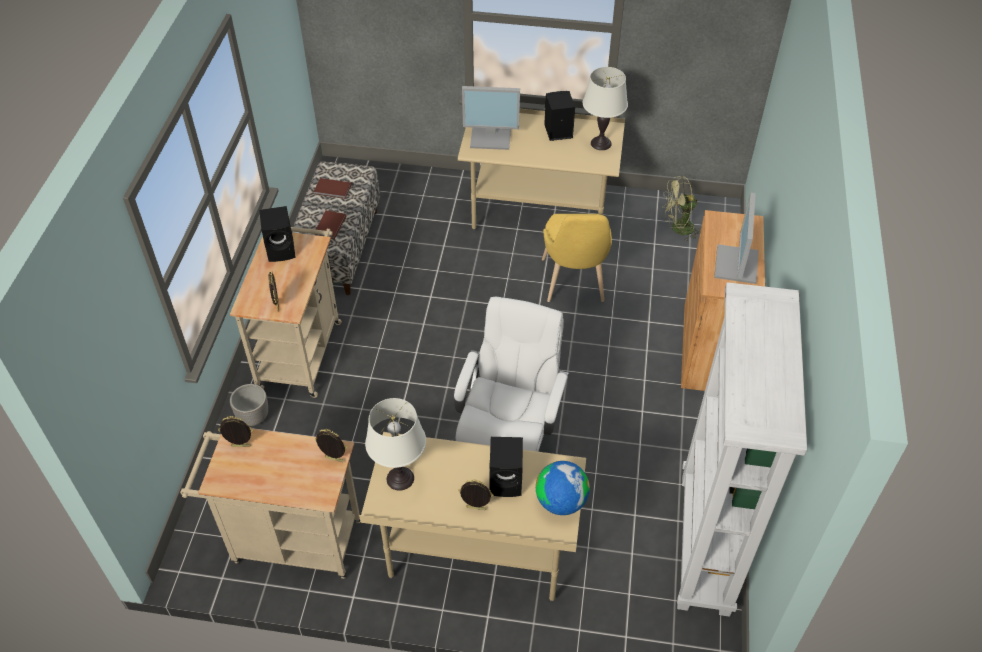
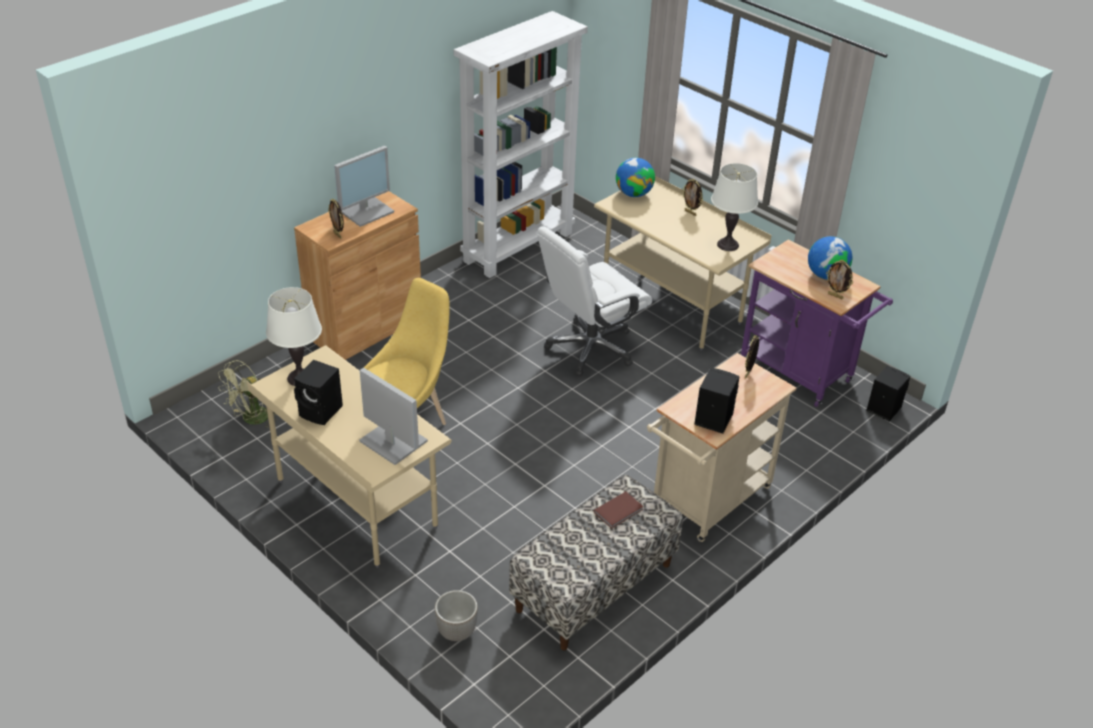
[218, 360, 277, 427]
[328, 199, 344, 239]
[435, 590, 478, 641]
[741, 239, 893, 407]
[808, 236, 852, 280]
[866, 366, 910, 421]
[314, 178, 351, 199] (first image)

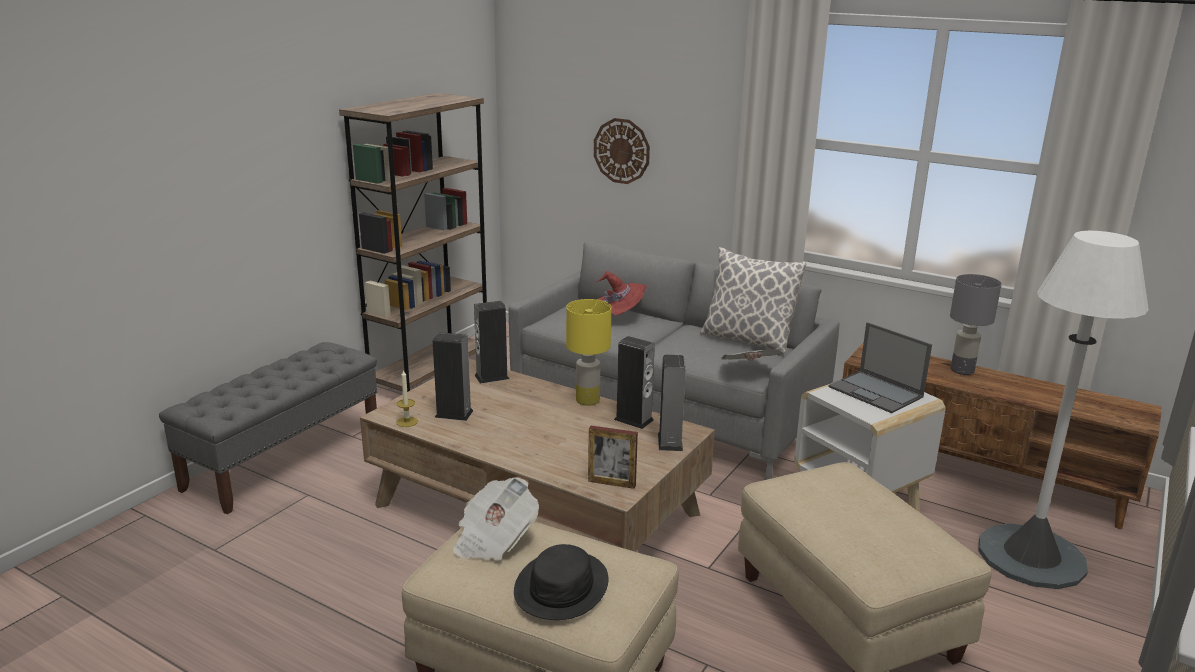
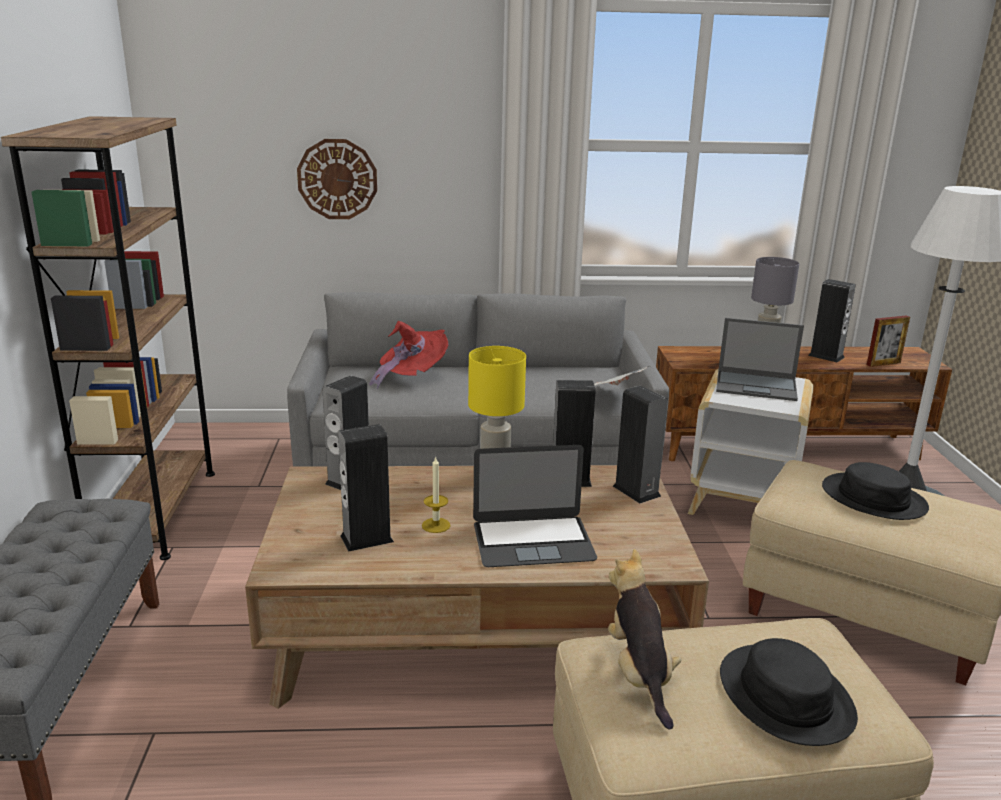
[422, 456, 450, 533]
[473, 445, 597, 567]
[608, 549, 681, 730]
[808, 279, 856, 363]
[822, 462, 929, 520]
[867, 315, 910, 367]
[700, 247, 806, 354] (first image)

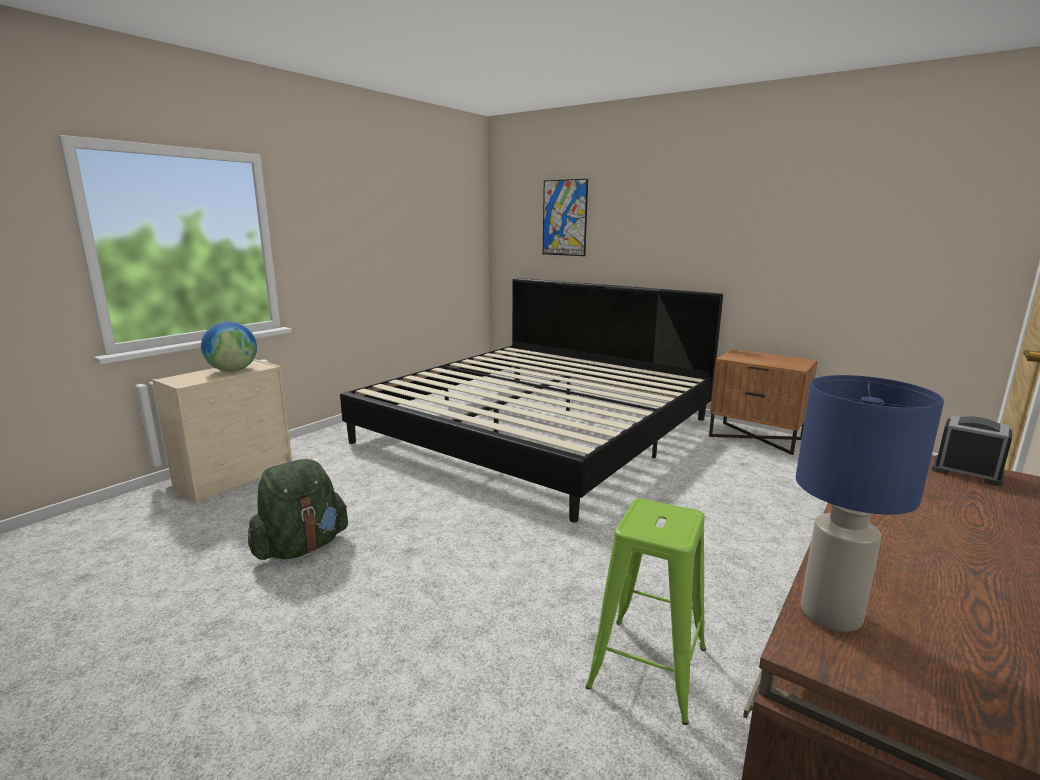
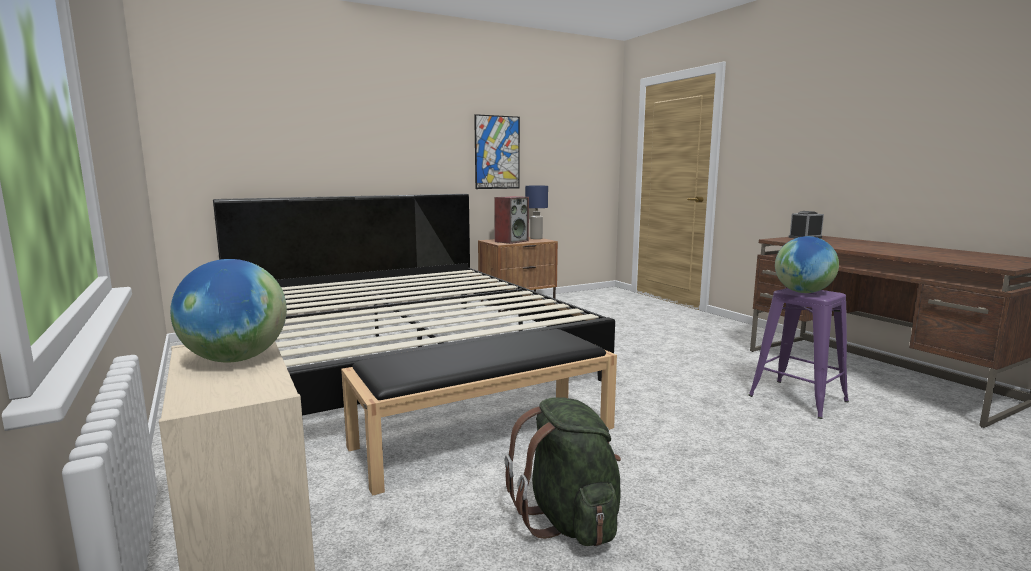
[341, 329, 617, 496]
[474, 114, 520, 189]
[494, 196, 529, 244]
[525, 186, 548, 239]
[748, 288, 849, 419]
[775, 236, 839, 293]

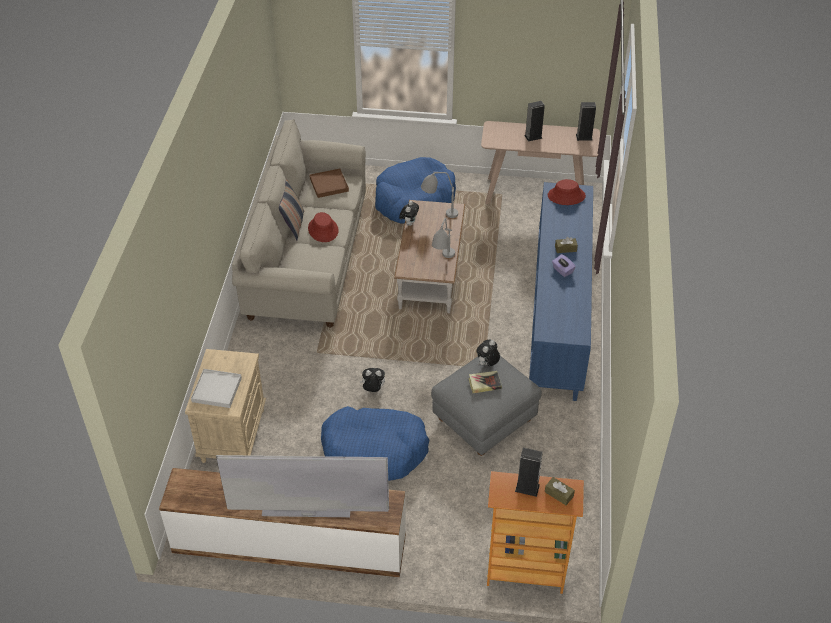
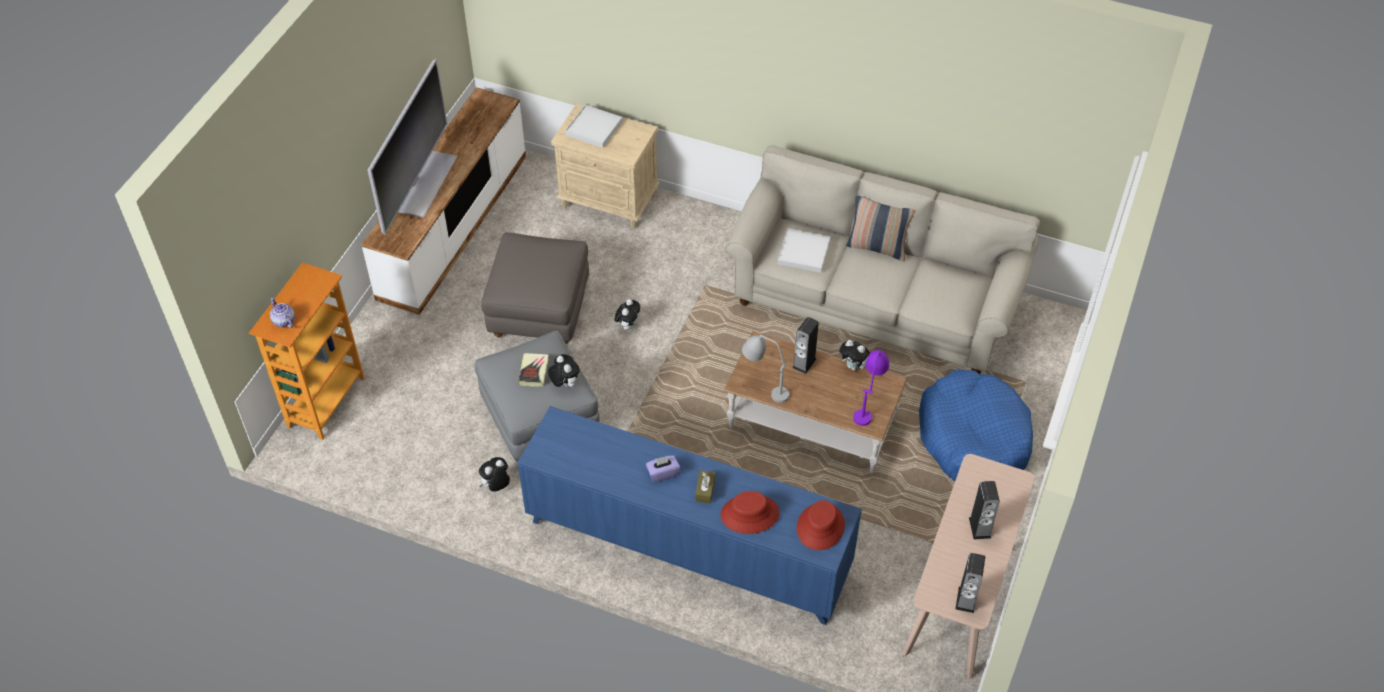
[270, 298, 295, 328]
[479, 457, 510, 492]
[481, 232, 589, 345]
[721, 491, 780, 534]
[778, 228, 830, 273]
[792, 317, 819, 374]
[853, 350, 889, 426]
[309, 169, 349, 198] (first image)

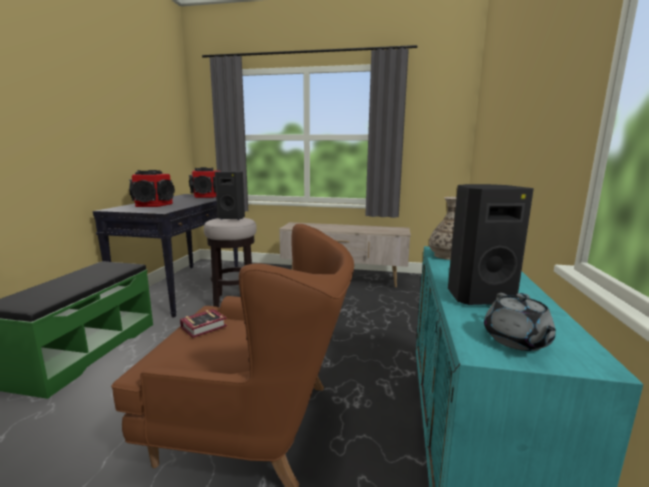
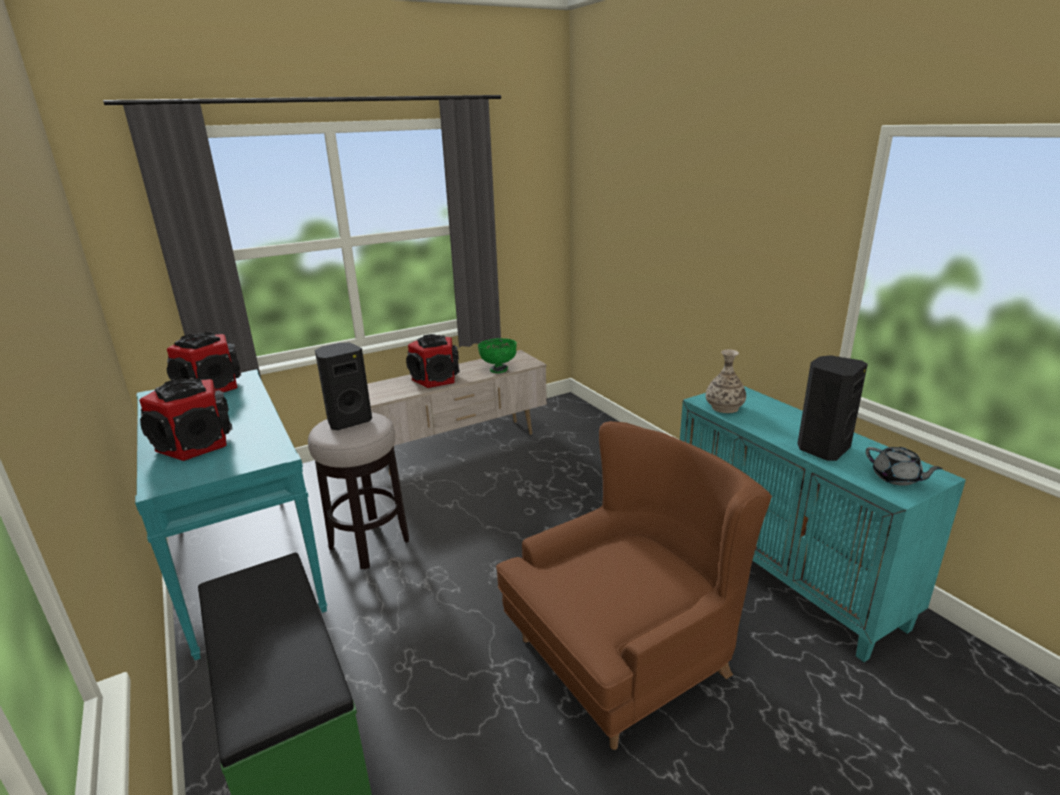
[135, 369, 327, 660]
[406, 334, 459, 388]
[478, 338, 517, 373]
[180, 309, 227, 338] (first image)

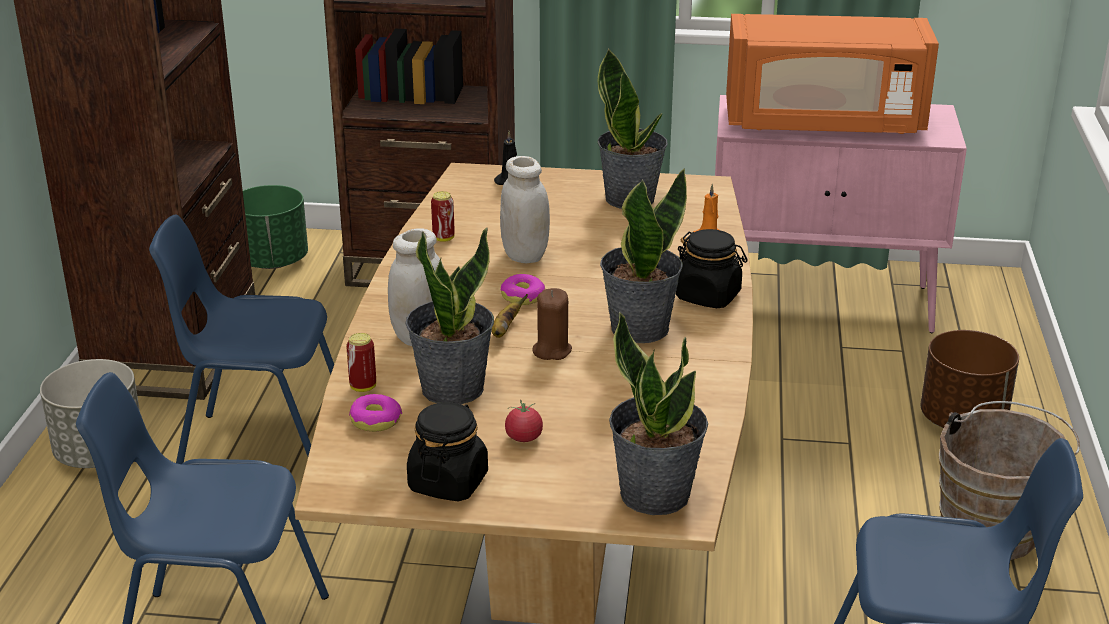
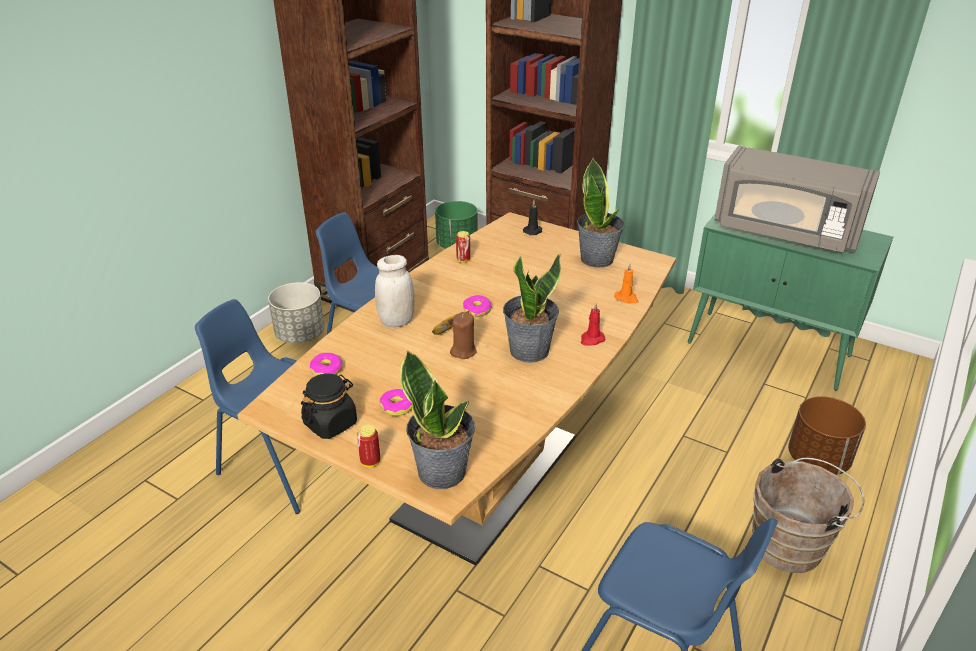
[357, 425, 380, 467]
[380, 389, 412, 416]
[581, 303, 605, 346]
[688, 215, 893, 391]
[714, 146, 880, 252]
[405, 228, 494, 404] (first image)
[500, 156, 550, 263] (first image)

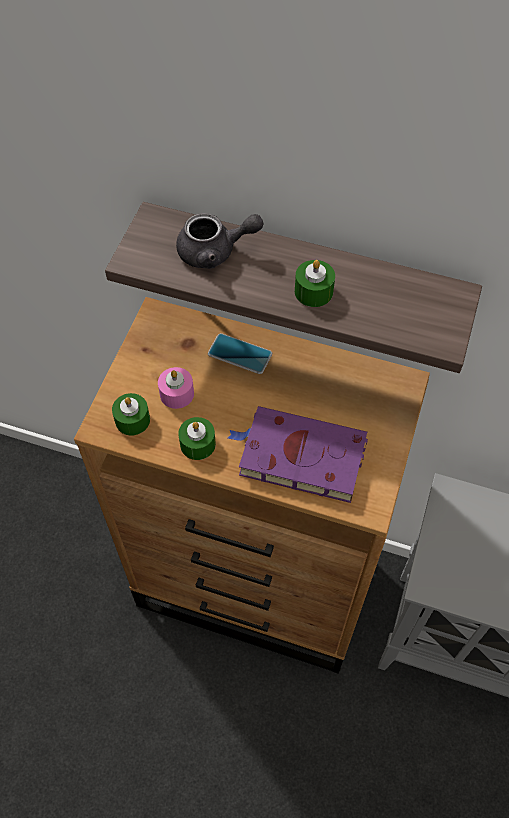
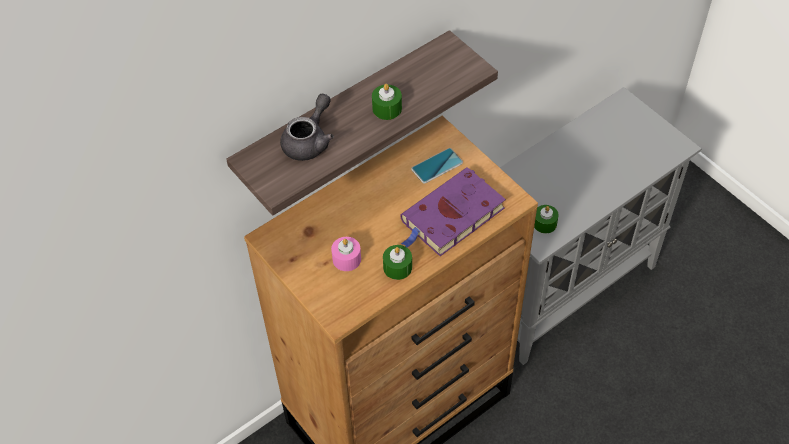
[411, 148, 463, 184]
[534, 205, 559, 234]

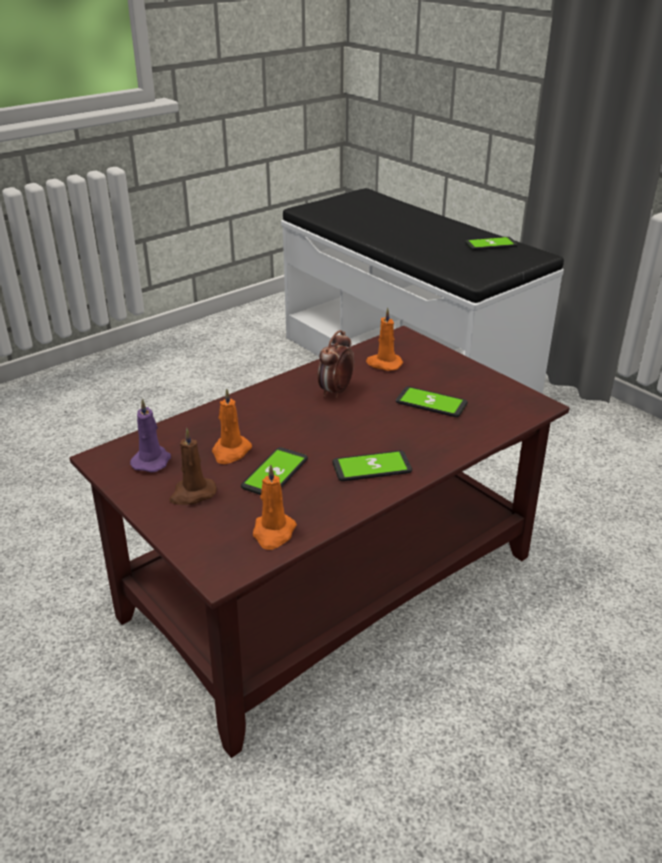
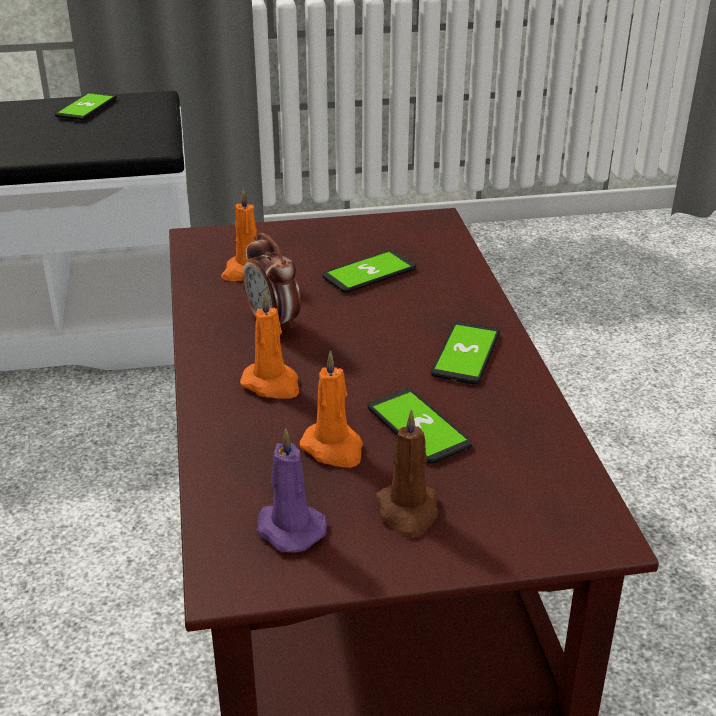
[240, 292, 299, 399]

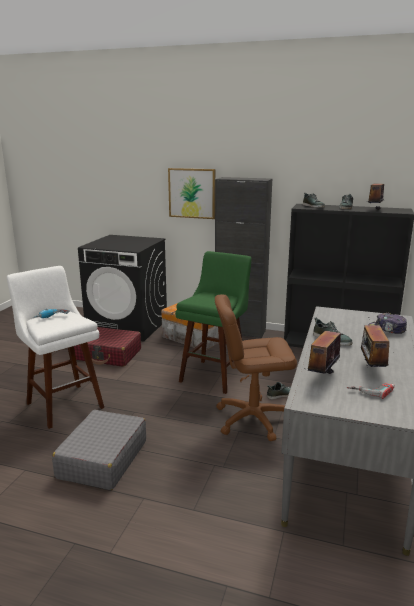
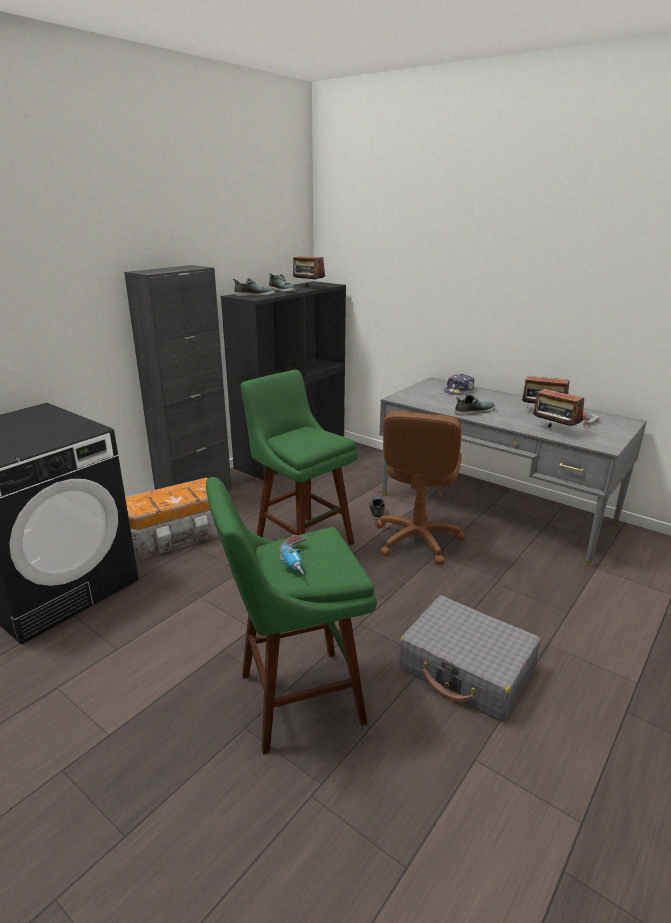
[206, 477, 377, 754]
[74, 327, 141, 367] (first image)
[168, 168, 215, 219] (first image)

